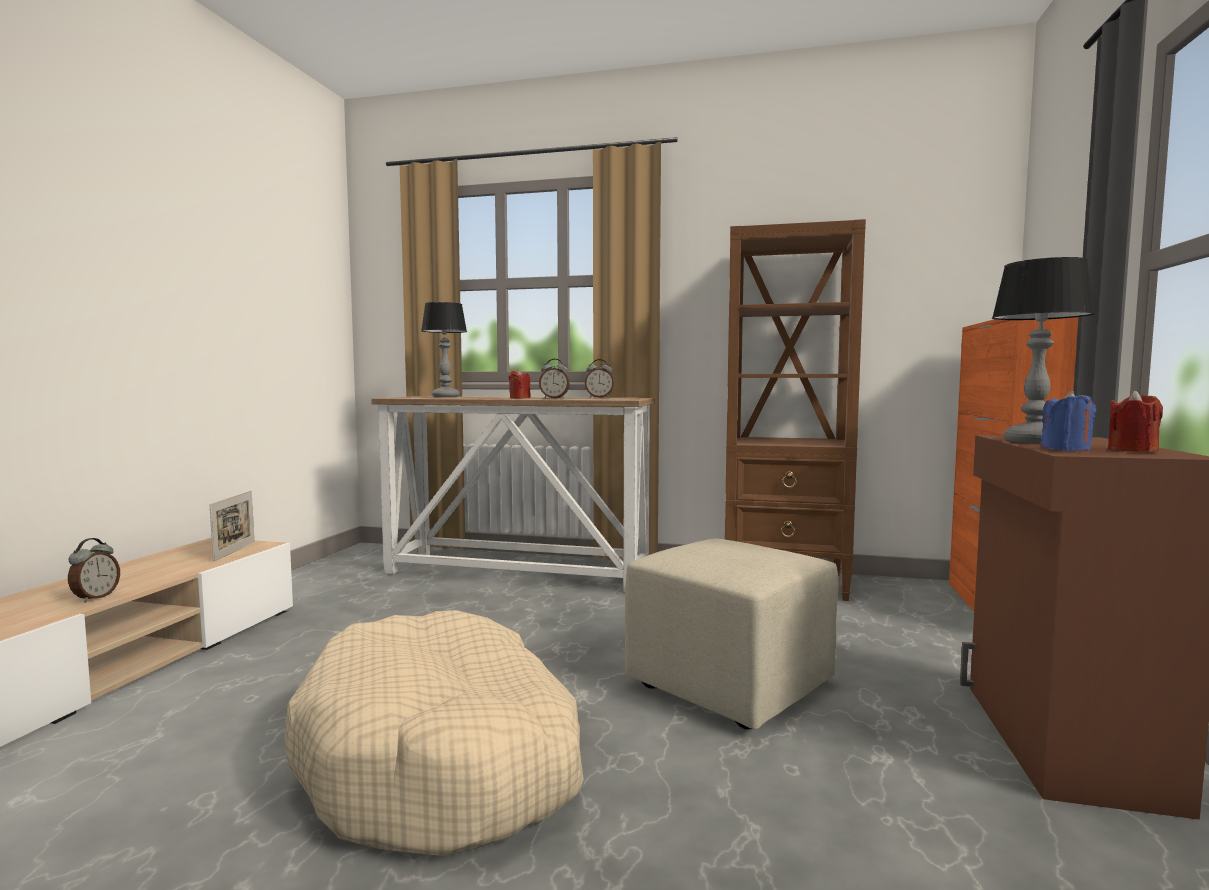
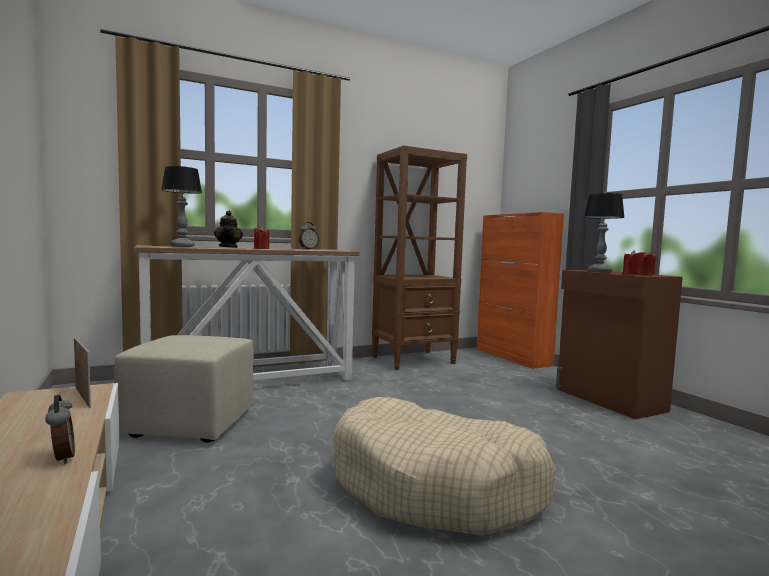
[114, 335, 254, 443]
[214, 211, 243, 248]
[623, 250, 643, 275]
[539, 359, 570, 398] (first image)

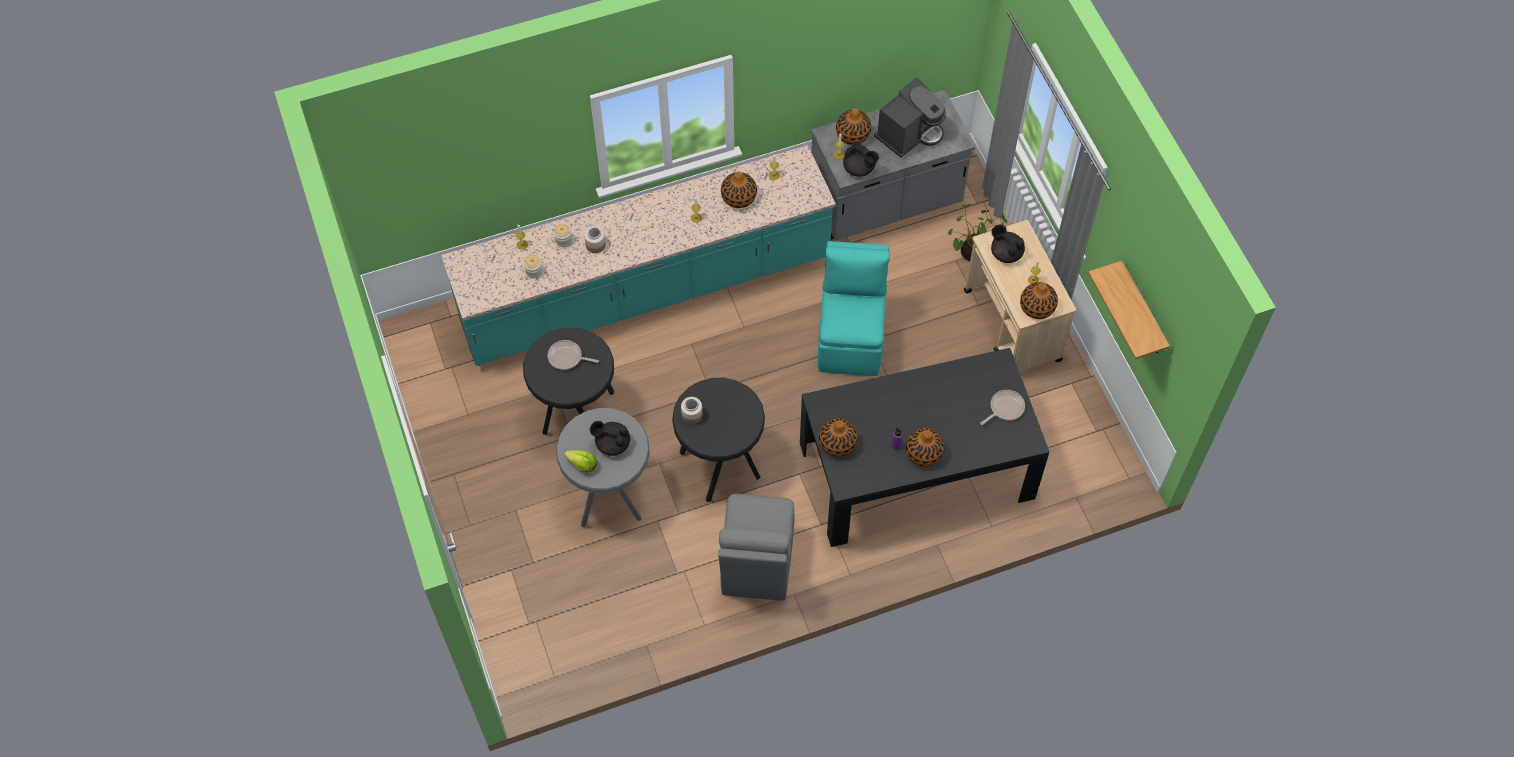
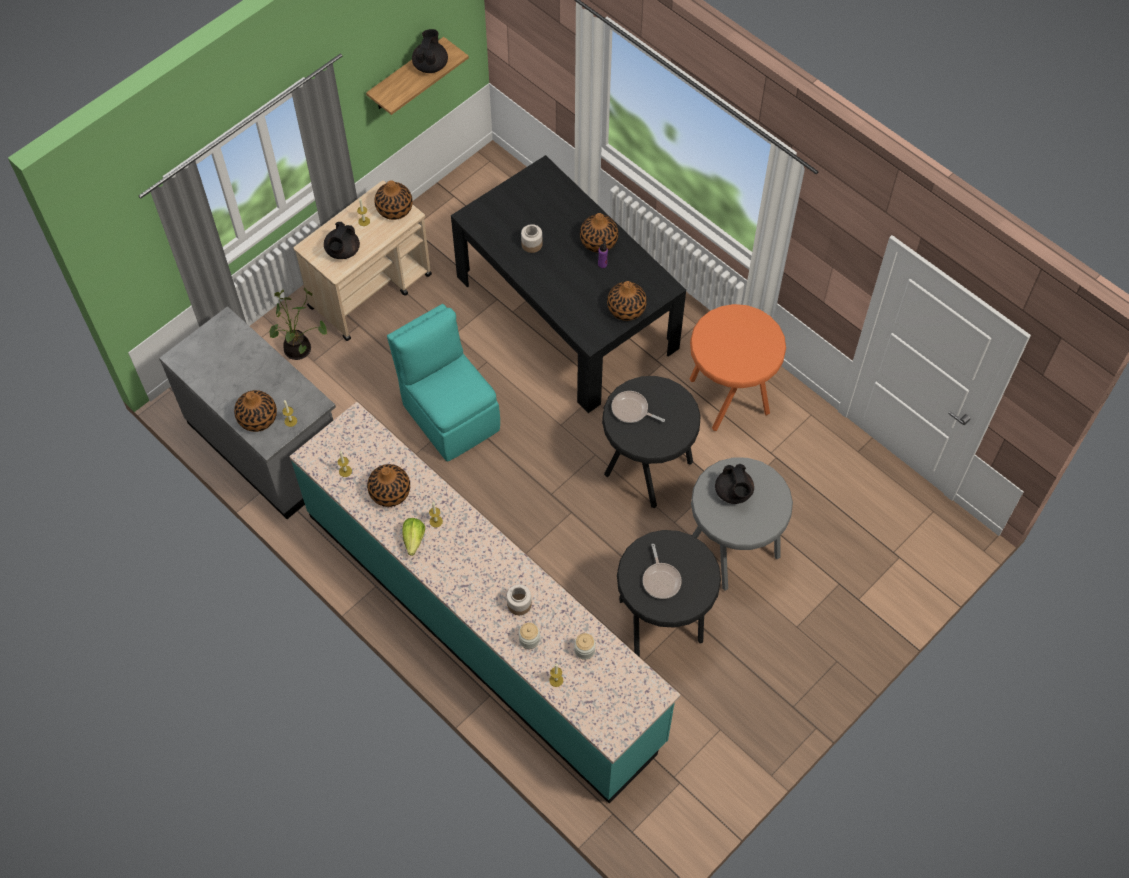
[387, 304, 500, 461]
[402, 518, 425, 556]
[412, 29, 448, 73]
[521, 224, 542, 253]
[611, 391, 665, 423]
[690, 304, 786, 431]
[874, 77, 946, 158] (first image)

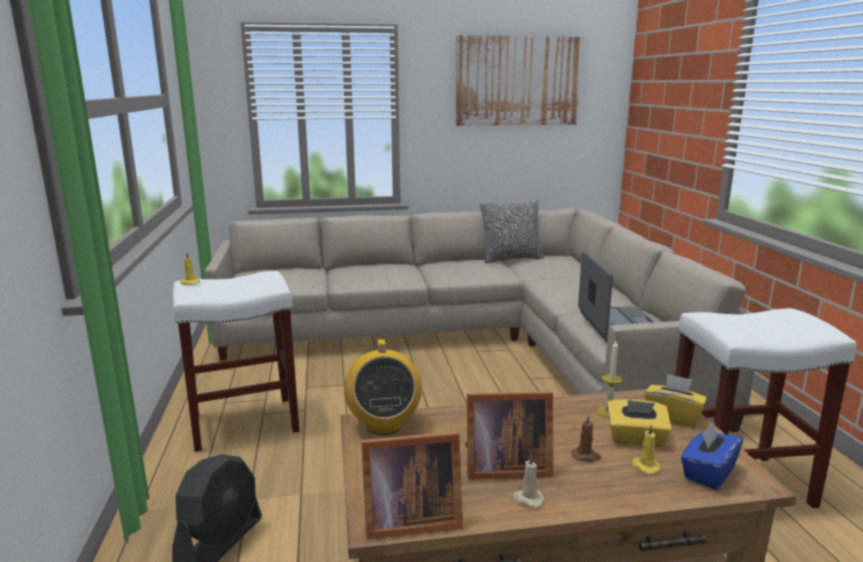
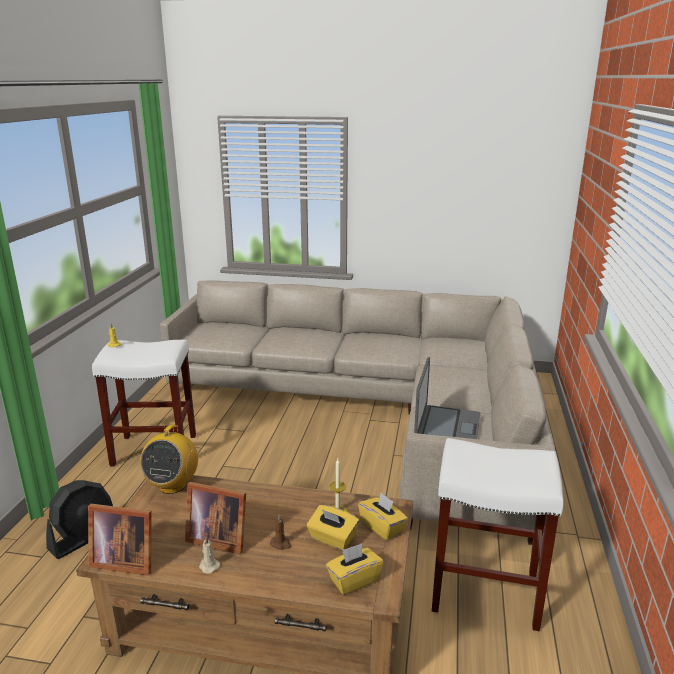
[326, 543, 383, 595]
[456, 35, 584, 126] (first image)
[480, 200, 544, 263] (first image)
[632, 425, 661, 474] (first image)

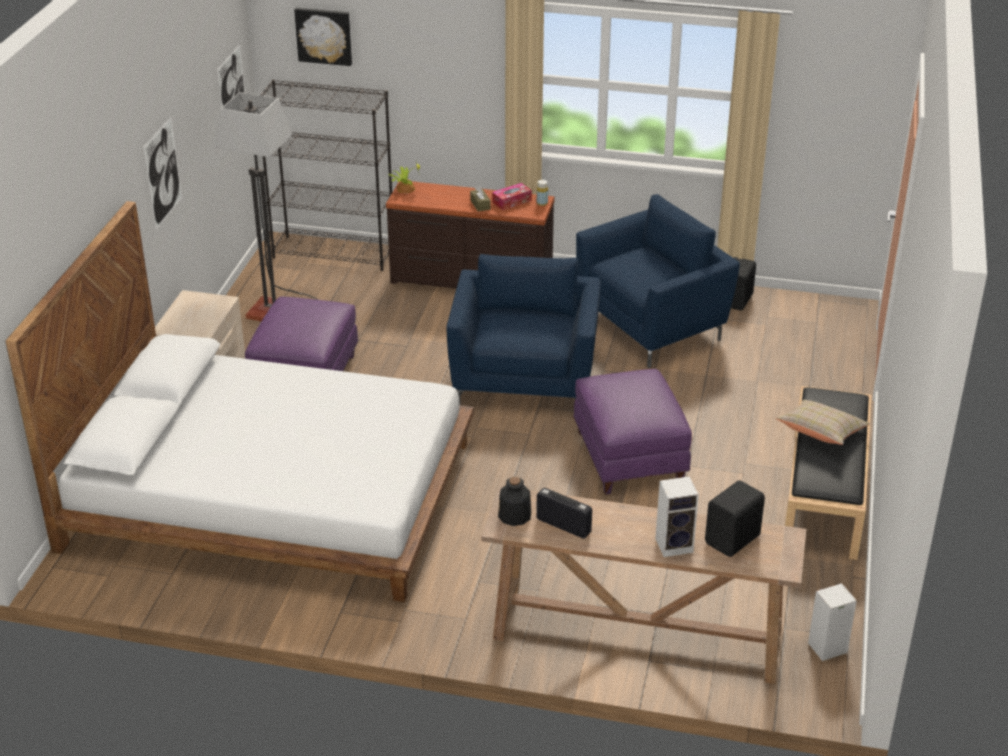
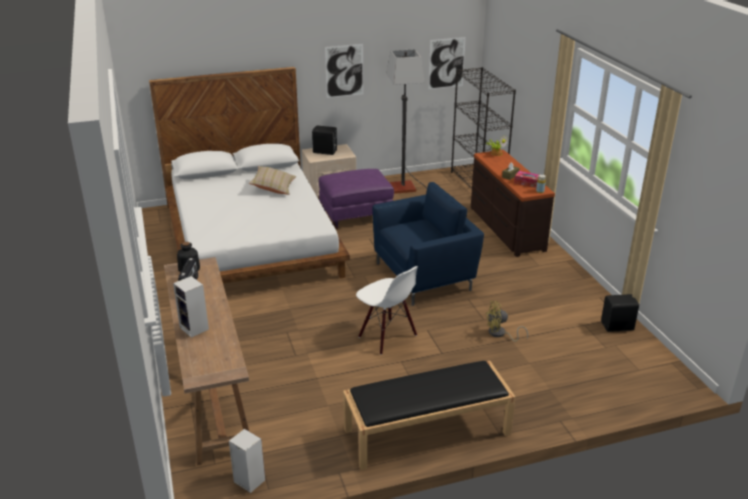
[249, 166, 296, 195]
[312, 126, 337, 155]
[356, 266, 418, 355]
[486, 301, 528, 342]
[294, 8, 352, 66] (first image)
[576, 194, 740, 368] (first image)

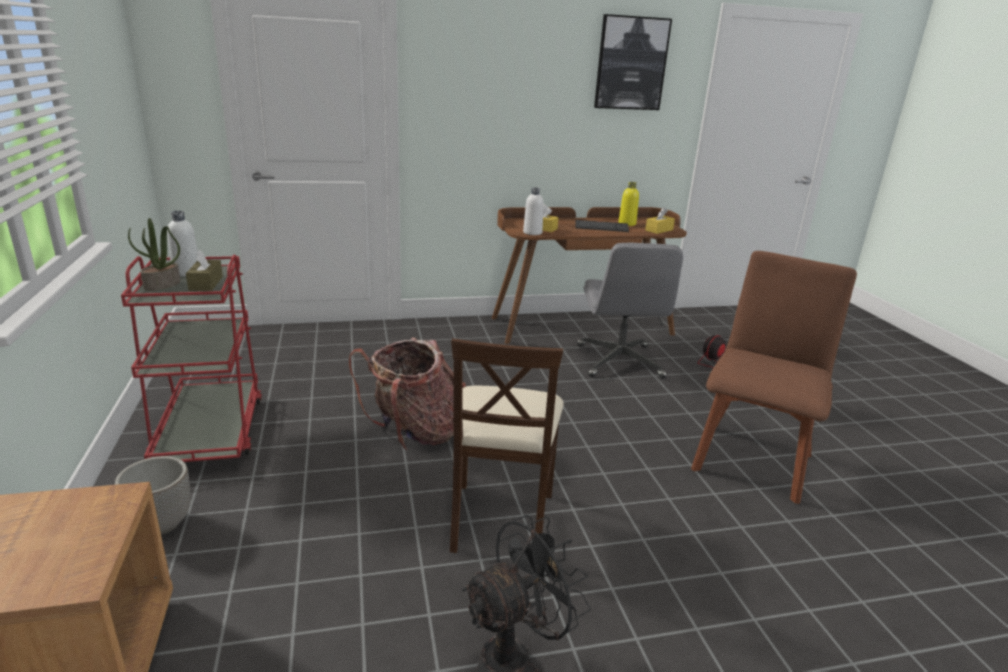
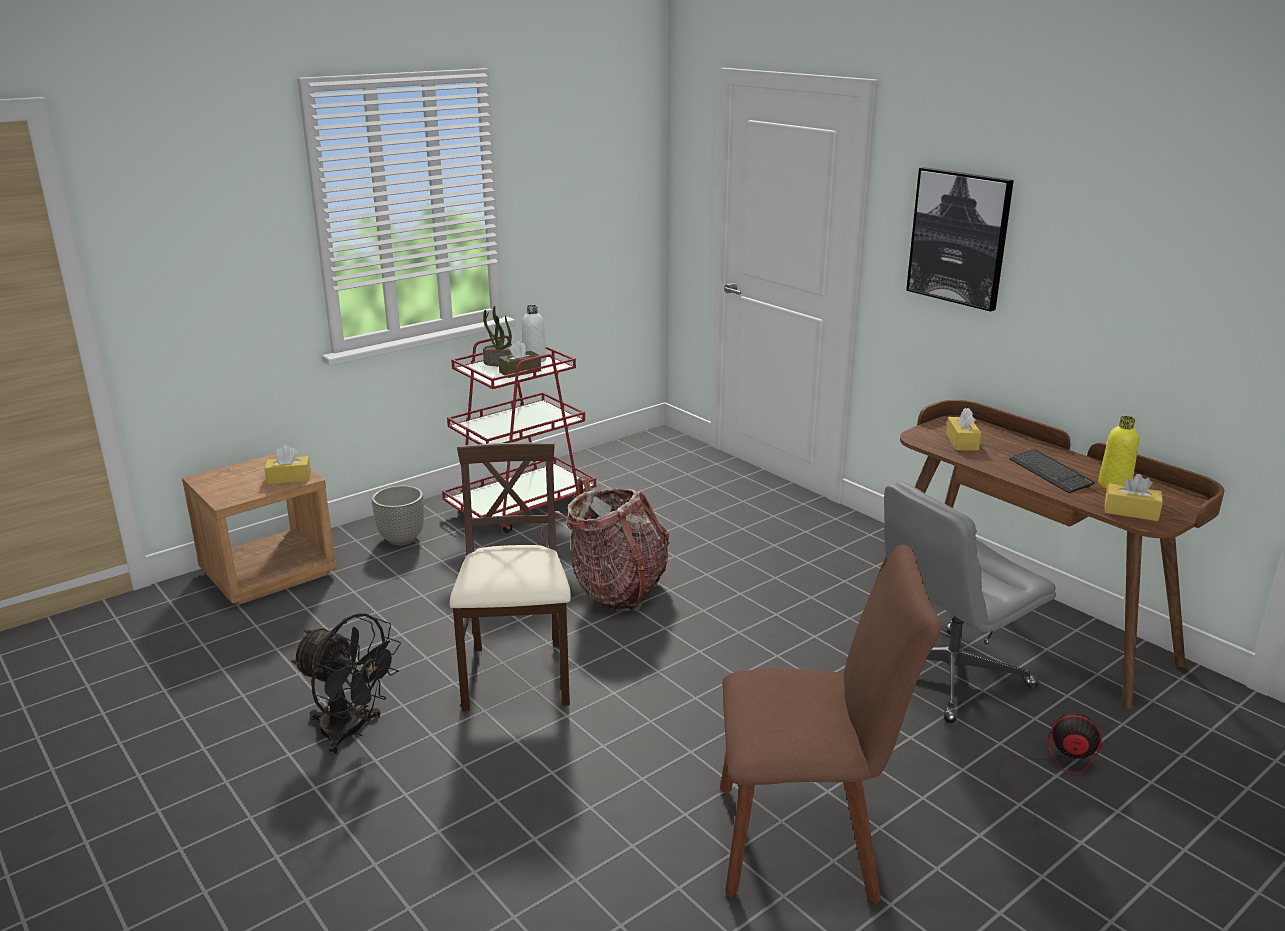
[264, 445, 311, 484]
[449, 442, 571, 711]
[906, 167, 1014, 312]
[523, 187, 544, 235] (first image)

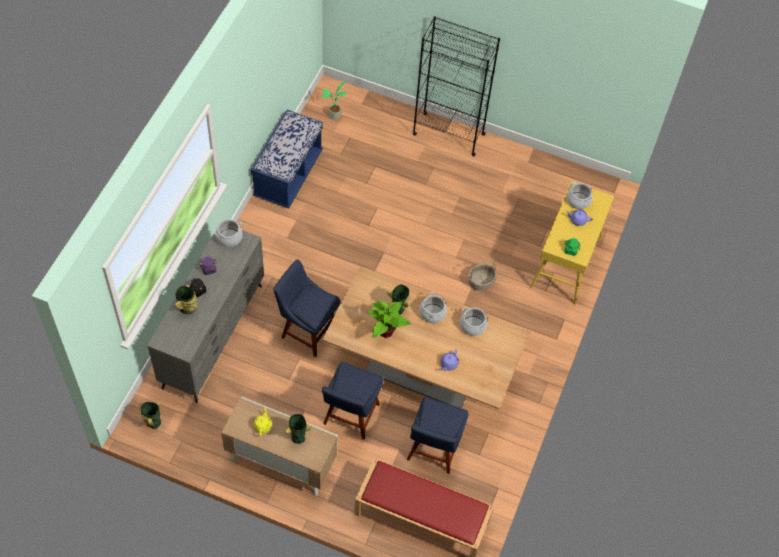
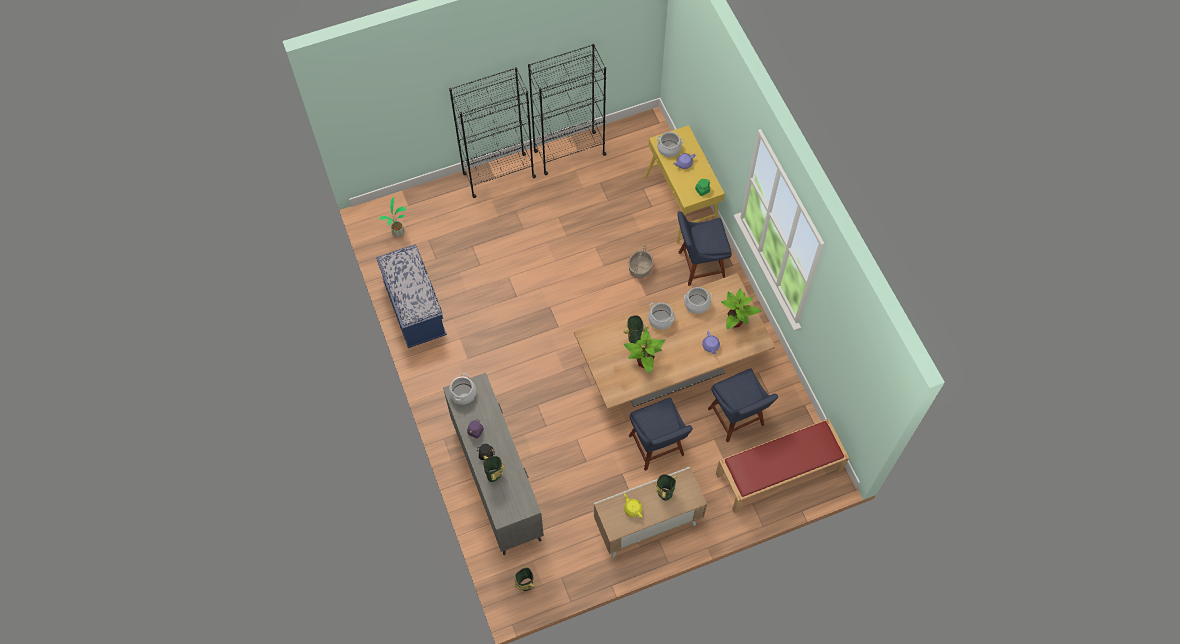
[528, 44, 606, 175]
[677, 211, 732, 286]
[721, 289, 761, 329]

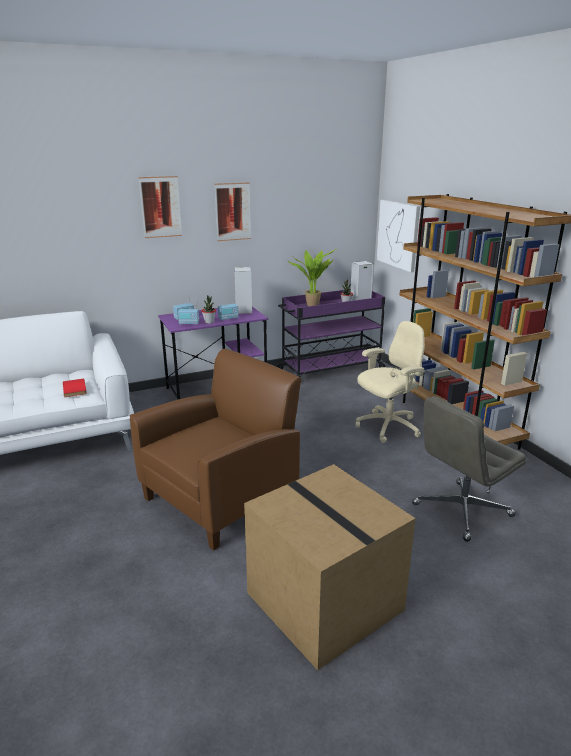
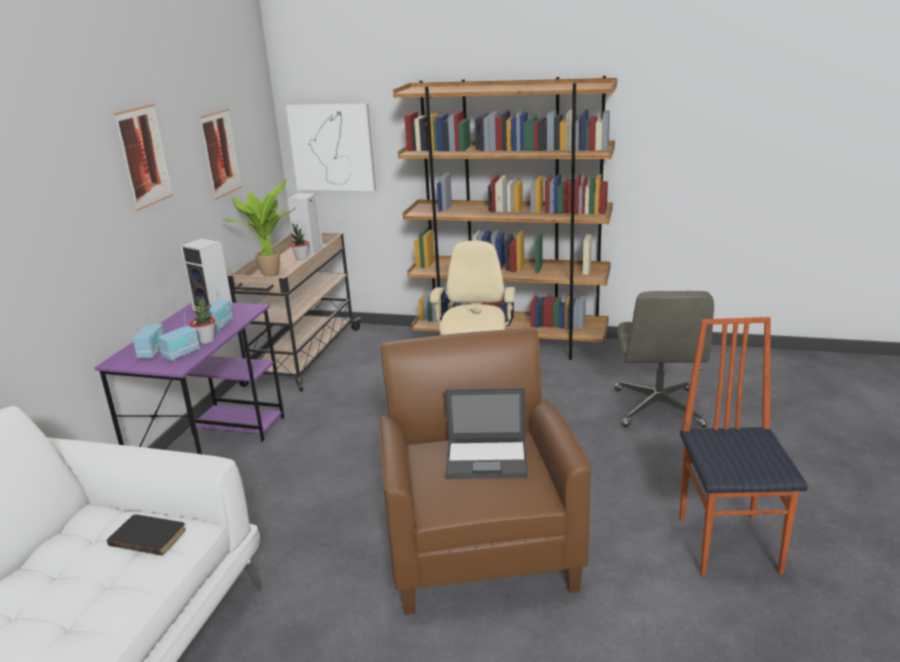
[107, 514, 186, 556]
[199, 109, 242, 200]
[227, 232, 361, 392]
[445, 388, 528, 479]
[679, 317, 808, 576]

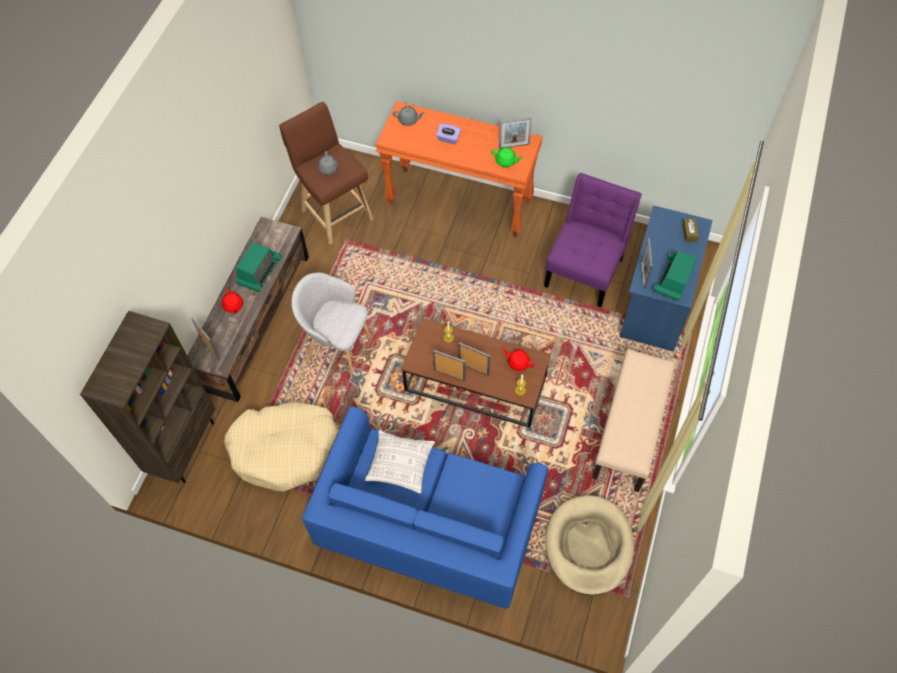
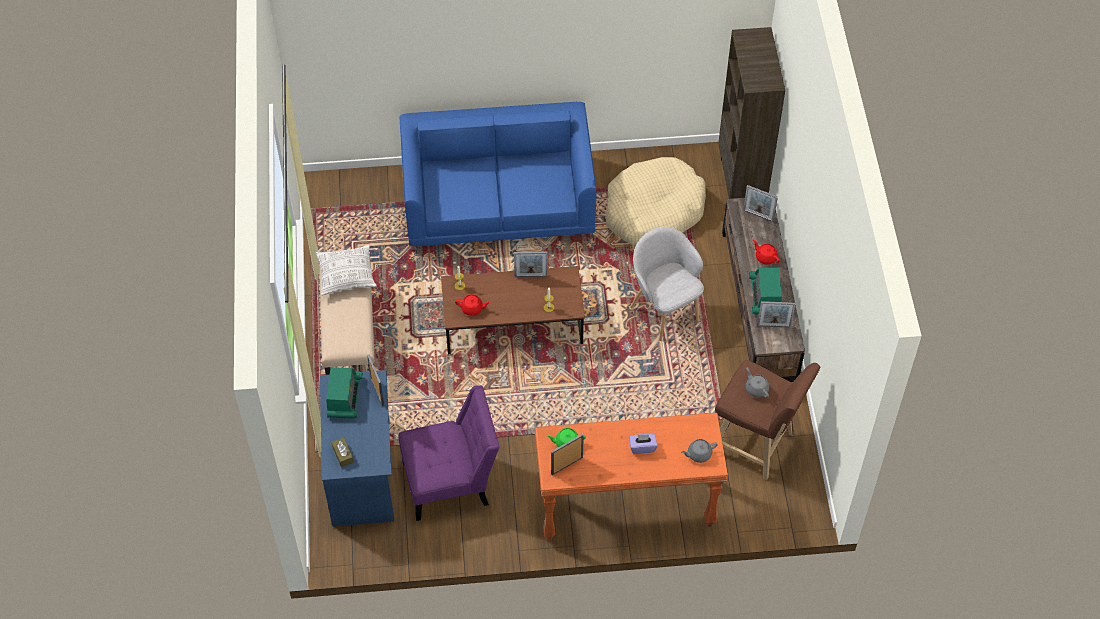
[316, 244, 377, 296]
[399, 385, 500, 521]
[630, 227, 704, 341]
[757, 301, 795, 327]
[545, 495, 634, 595] (first image)

